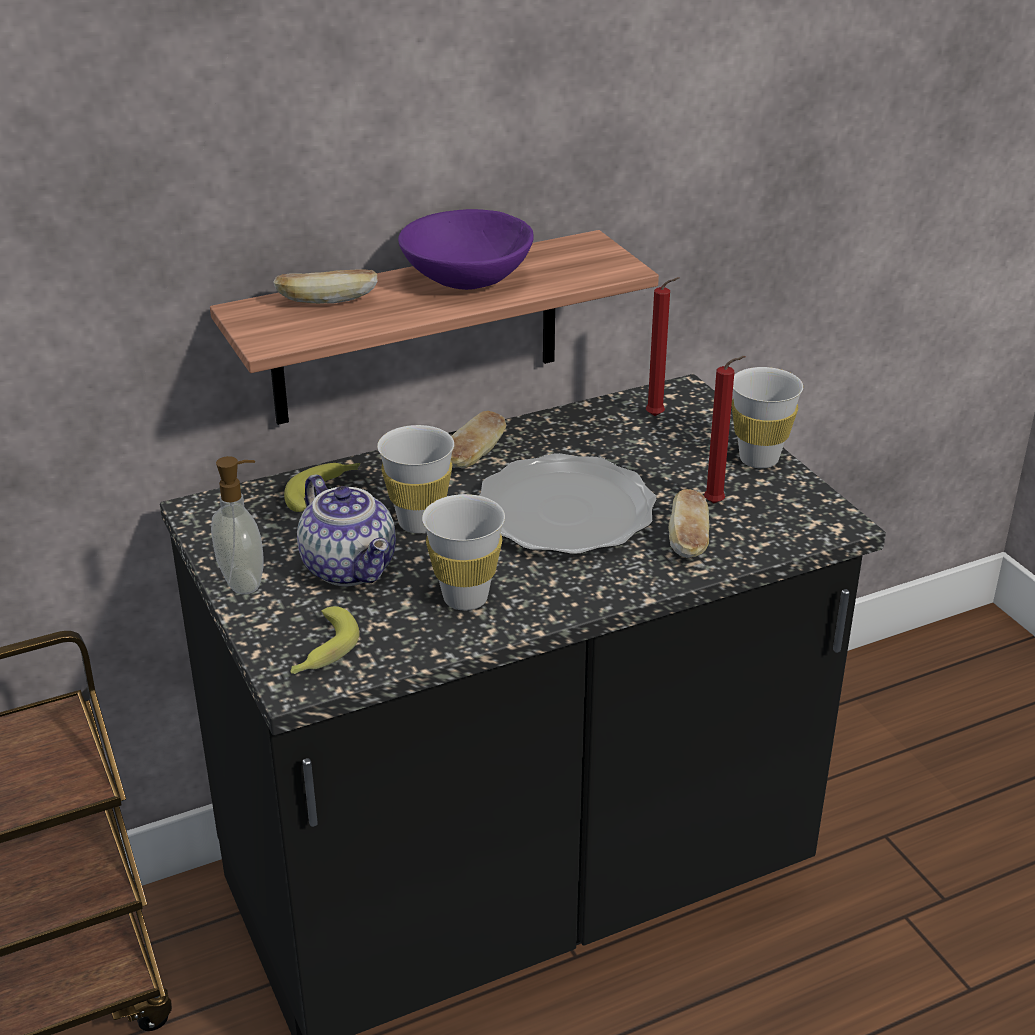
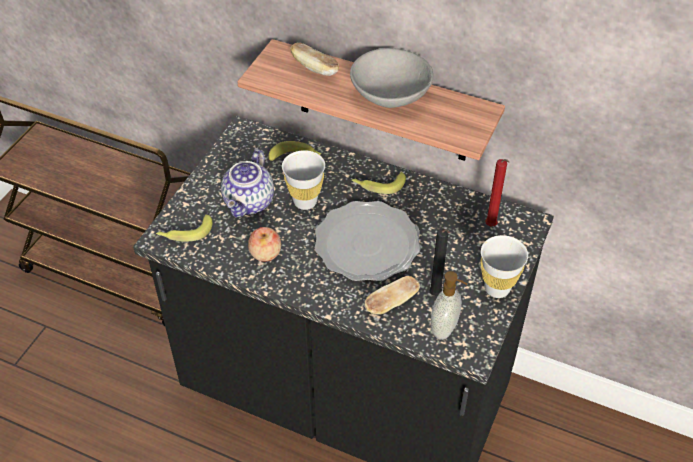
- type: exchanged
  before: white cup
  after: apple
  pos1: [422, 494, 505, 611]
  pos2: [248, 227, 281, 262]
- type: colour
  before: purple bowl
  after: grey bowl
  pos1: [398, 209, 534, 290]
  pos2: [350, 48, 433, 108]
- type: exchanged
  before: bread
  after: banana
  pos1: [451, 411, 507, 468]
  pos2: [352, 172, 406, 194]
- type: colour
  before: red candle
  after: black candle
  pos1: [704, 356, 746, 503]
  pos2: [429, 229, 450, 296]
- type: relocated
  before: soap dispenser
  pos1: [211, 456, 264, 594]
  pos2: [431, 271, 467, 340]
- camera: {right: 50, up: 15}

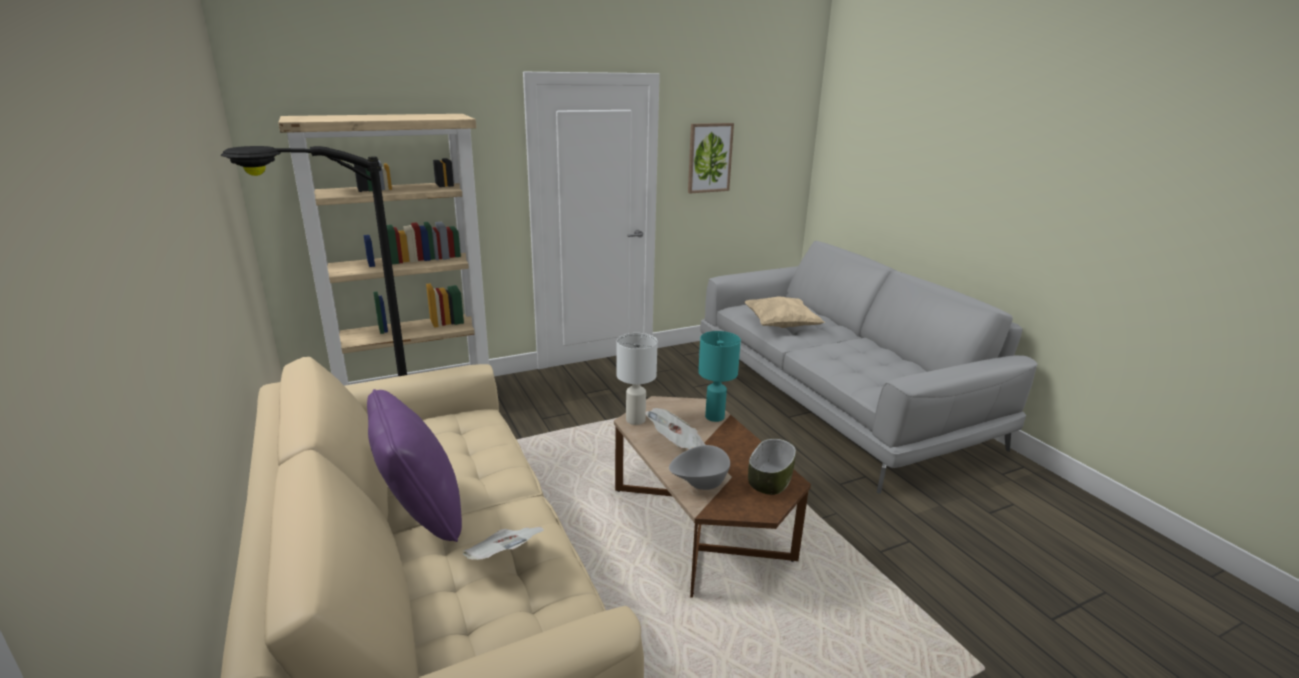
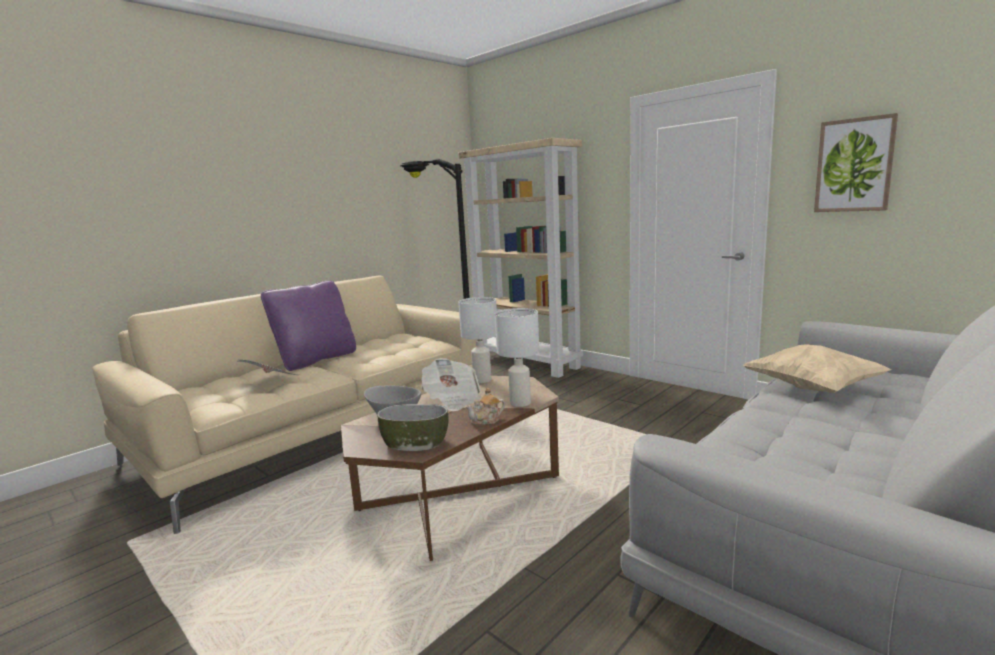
- type: appeared
  after: teapot
  pos2: [466, 388, 505, 425]
- type: colour
  before: turquoise table lamp
  after: white table lamp
  pos1: [698, 331, 741, 422]
  pos2: [495, 308, 539, 407]
- camera: {right: 70, up: -10}

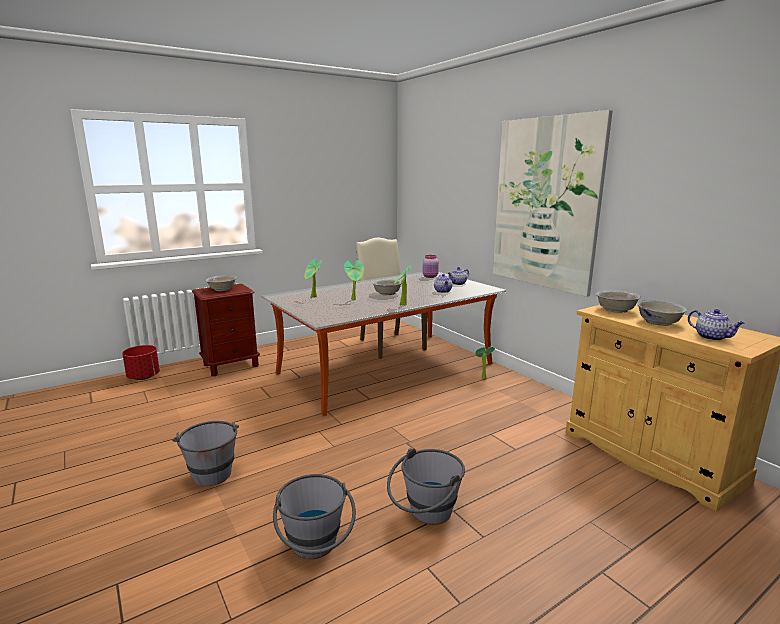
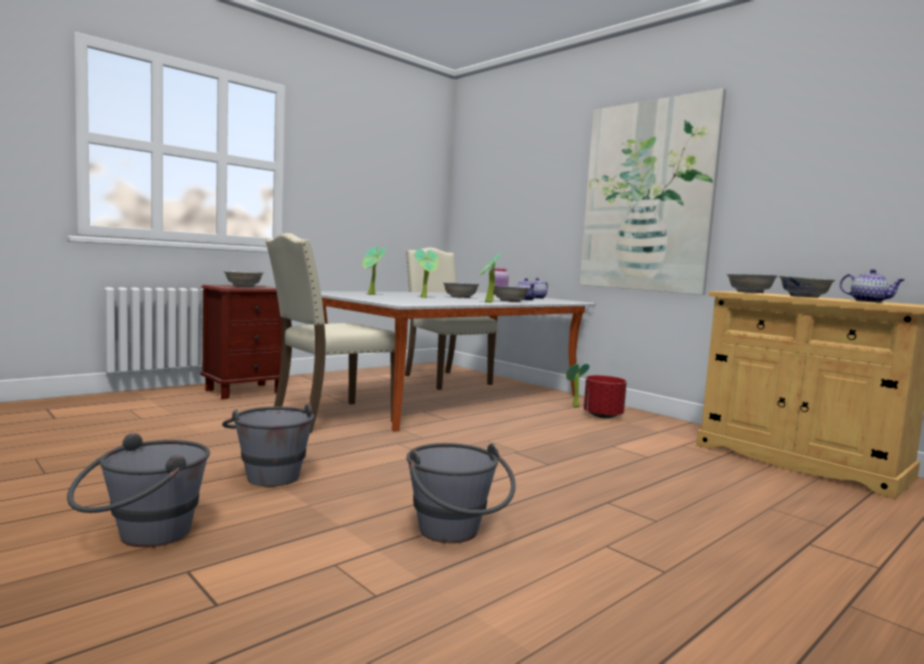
- type: relocated
  before: grey bucket
  pos1: [387, 448, 465, 525]
  pos2: [67, 433, 210, 547]
- type: appeared
  after: beige chair
  pos2: [265, 233, 395, 433]
- type: appeared
  after: white bowl
  pos2: [494, 286, 530, 302]
- type: relocated
  before: red planter
  pos1: [122, 345, 160, 380]
  pos2: [584, 375, 627, 418]
- camera: {right: -10, up: -10}

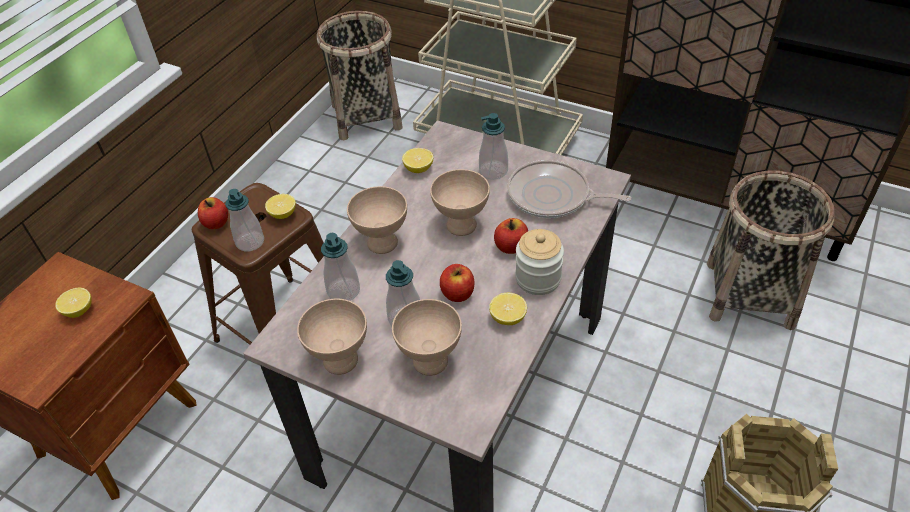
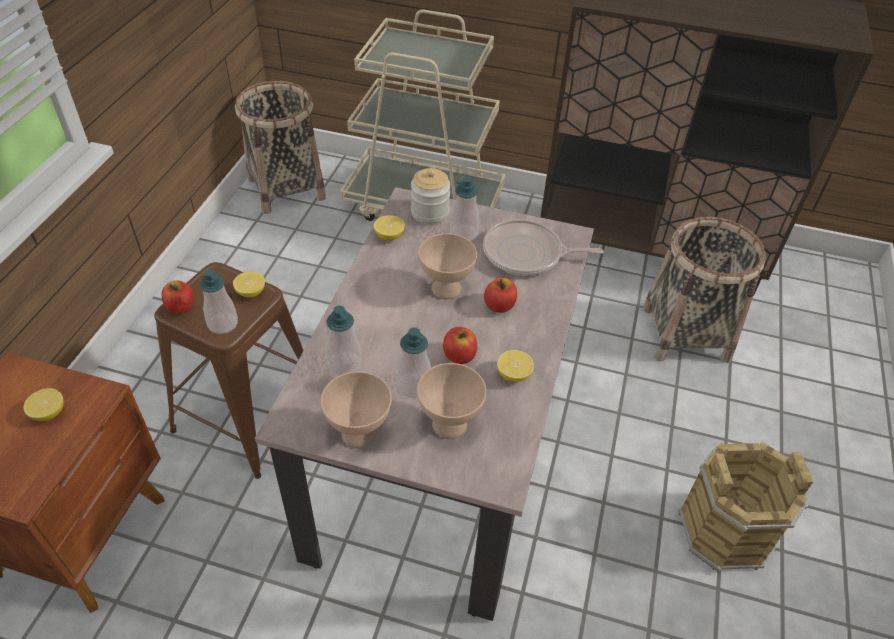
- type: relocated
  before: jar
  pos1: [515, 229, 564, 295]
  pos2: [411, 168, 451, 224]
- type: missing
  before: beige bowl
  pos1: [347, 186, 407, 254]
- camera: {right: -15, up: 0}

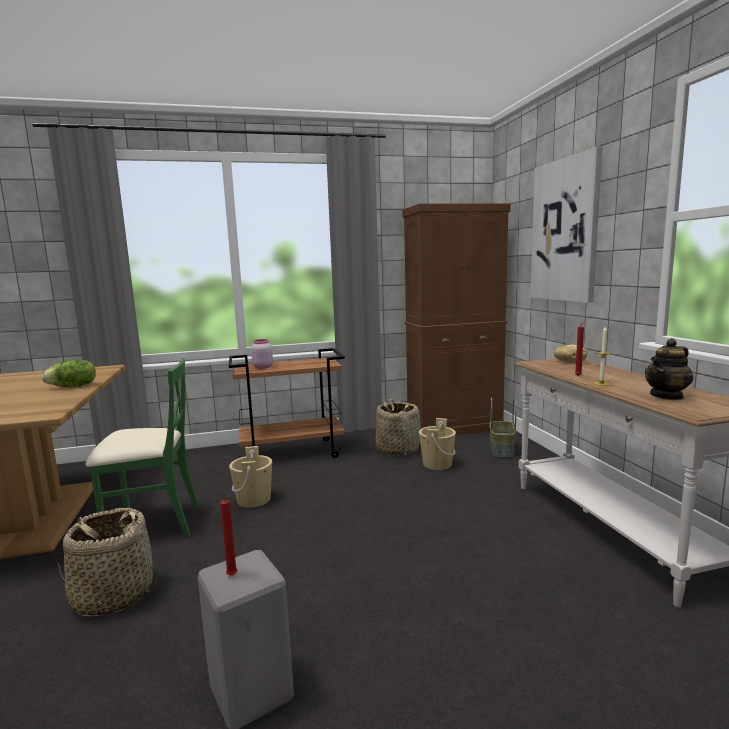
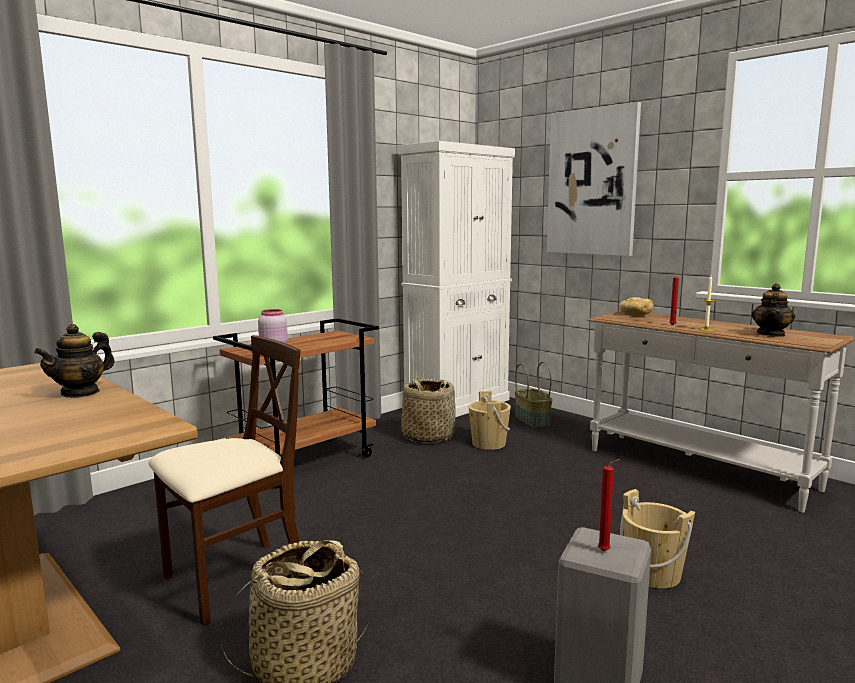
- type: exchanged
  before: lettuce
  after: teapot
  pos1: [41, 360, 96, 387]
  pos2: [34, 324, 115, 398]
- type: colour
  before: green chair
  after: beige chair
  pos1: [85, 358, 199, 537]
  pos2: [148, 335, 301, 627]
- type: colour
  before: brown cabinet
  after: white cabinet
  pos1: [402, 203, 511, 435]
  pos2: [399, 141, 515, 417]
- type: relocated
  before: beige bucket
  pos1: [229, 446, 272, 508]
  pos2: [620, 489, 695, 588]
- camera: {right: -30, up: 0}

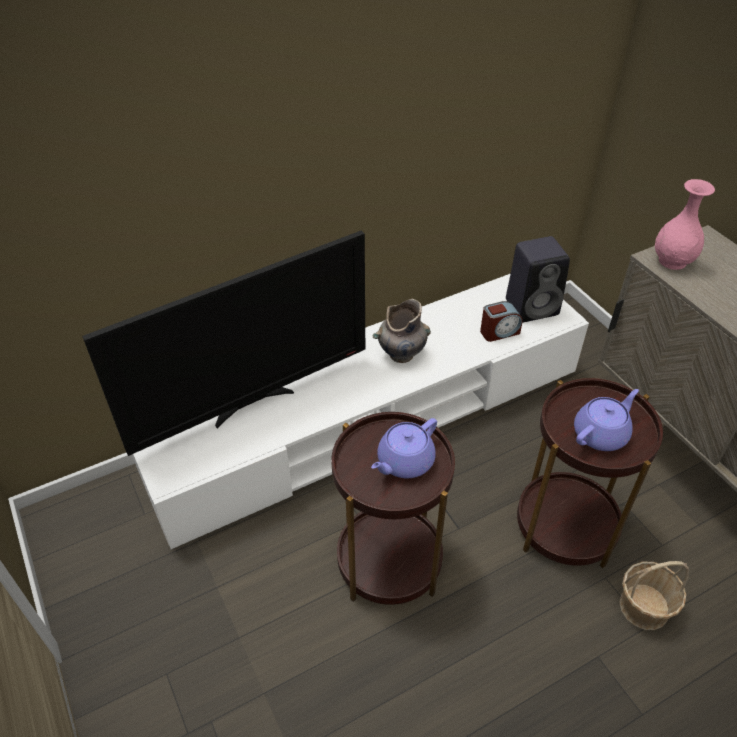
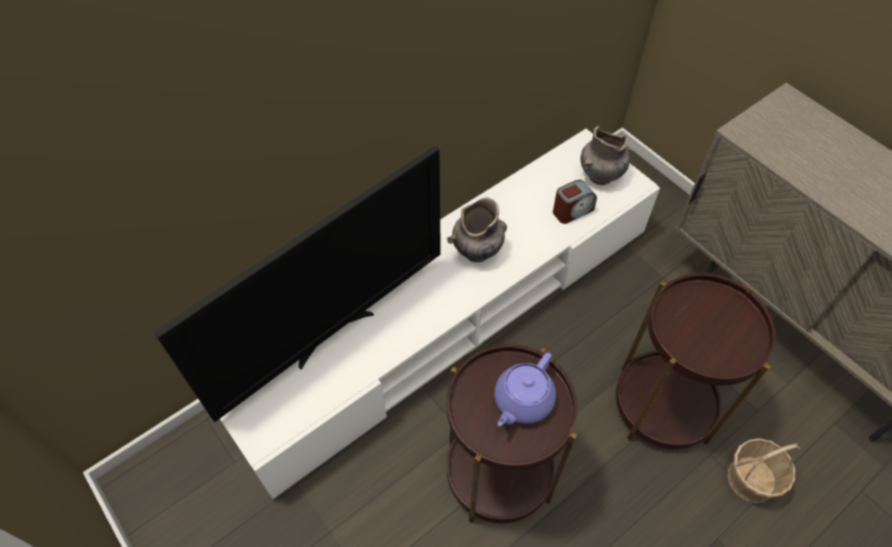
- type: exchanged
  before: black speaker
  after: grey vase
  pos1: [506, 236, 570, 322]
  pos2: [580, 126, 631, 185]
- type: missing
  before: purple teapot
  pos1: [574, 389, 639, 451]
- type: missing
  before: pink vase
  pos1: [655, 179, 715, 270]
- camera: {right: -10, up: 10}

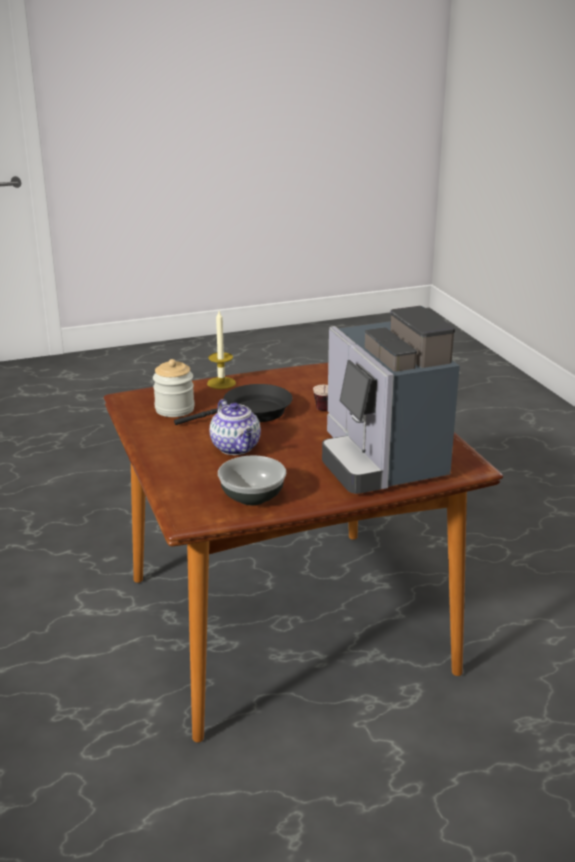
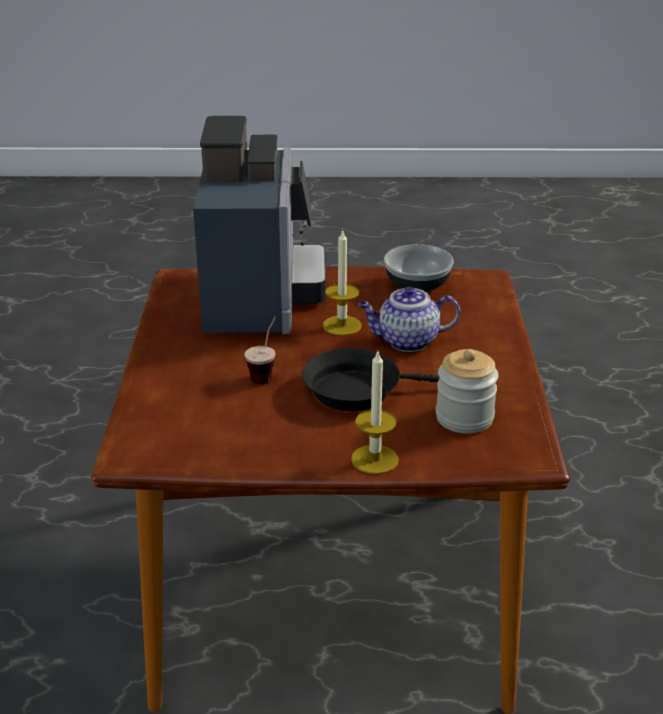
- type: appeared
  after: candle
  pos2: [322, 229, 362, 336]
- type: spun
  before: teapot
  pos1: [210, 399, 261, 455]
  pos2: [358, 287, 460, 352]
  turn: -90
- camera: {right: -160, up: 5}

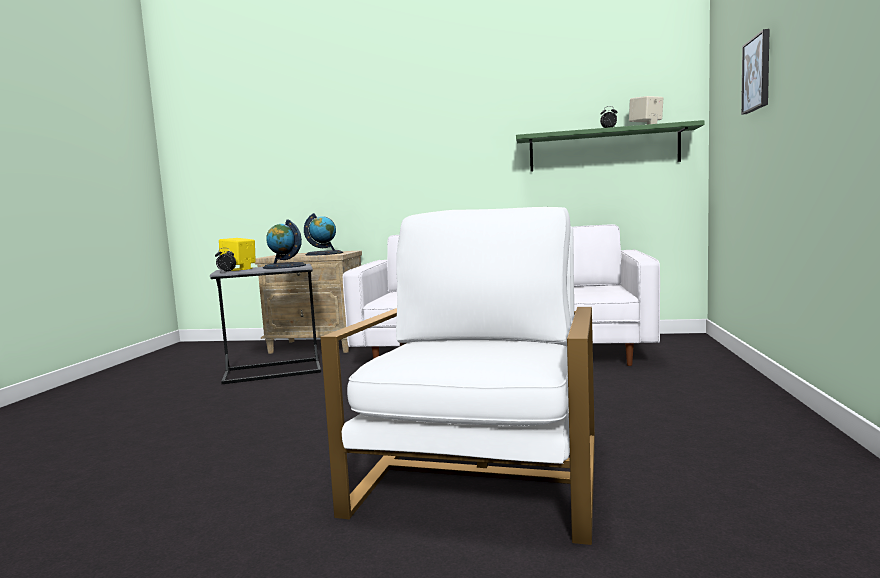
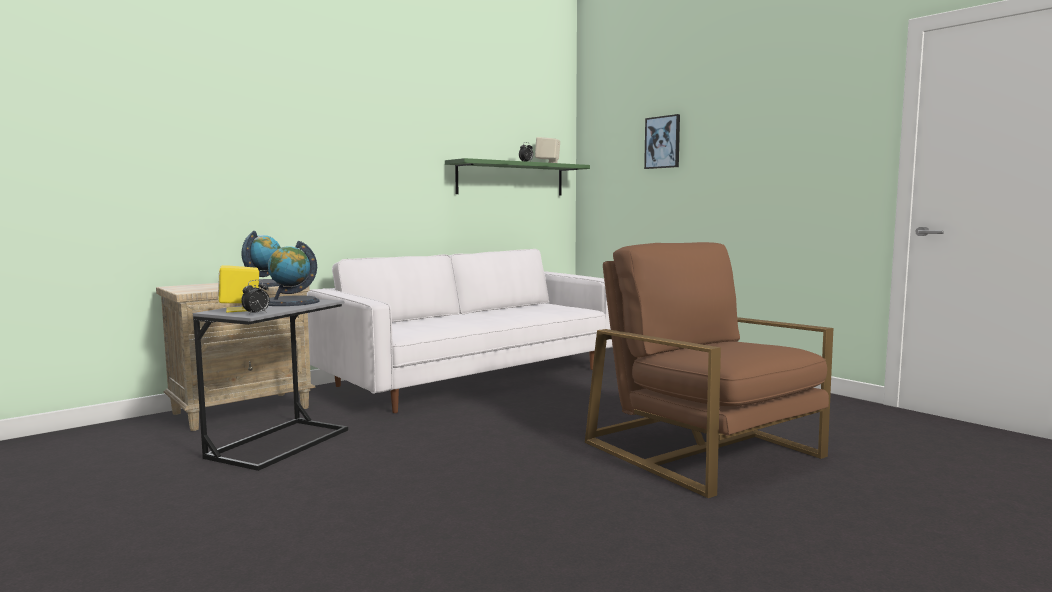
- type: colour
  before: white armchair
  after: brown armchair
  pos1: [320, 207, 595, 545]
  pos2: [585, 242, 833, 498]
- camera: {right: -50, up: 0}

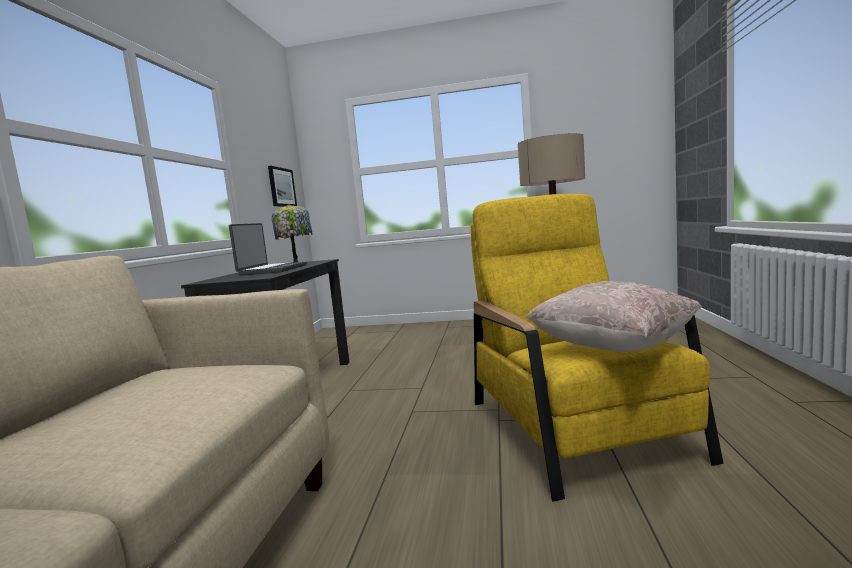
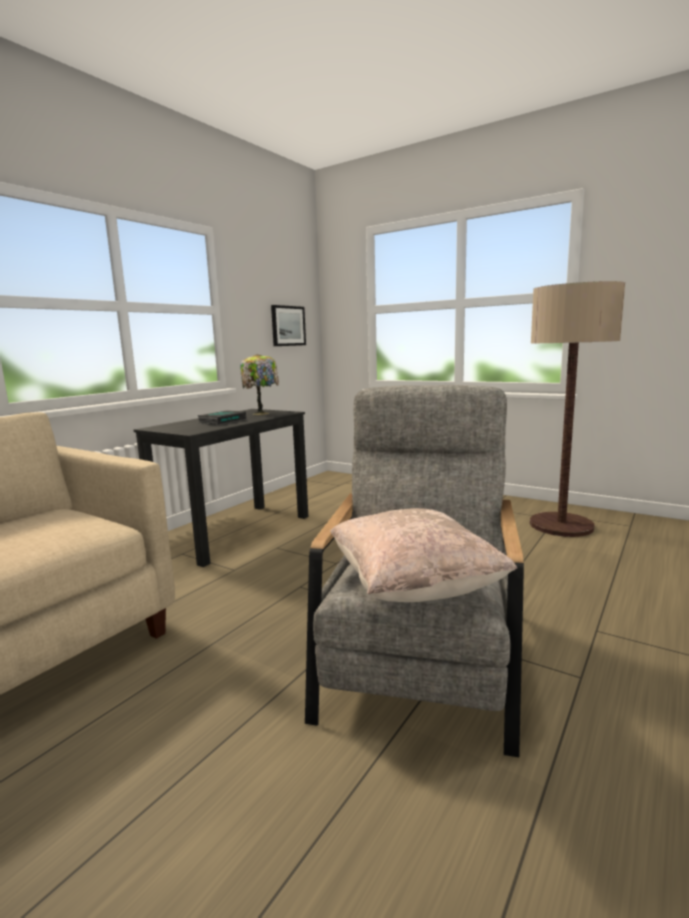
- type: exchanged
  before: laptop
  after: book
  pos1: [229, 223, 307, 276]
  pos2: [198, 410, 246, 425]
- type: colour
  before: yellow armchair
  after: grey armchair
  pos1: [471, 194, 724, 502]
  pos2: [305, 385, 524, 757]
- camera: {right: 25, up: 5}

